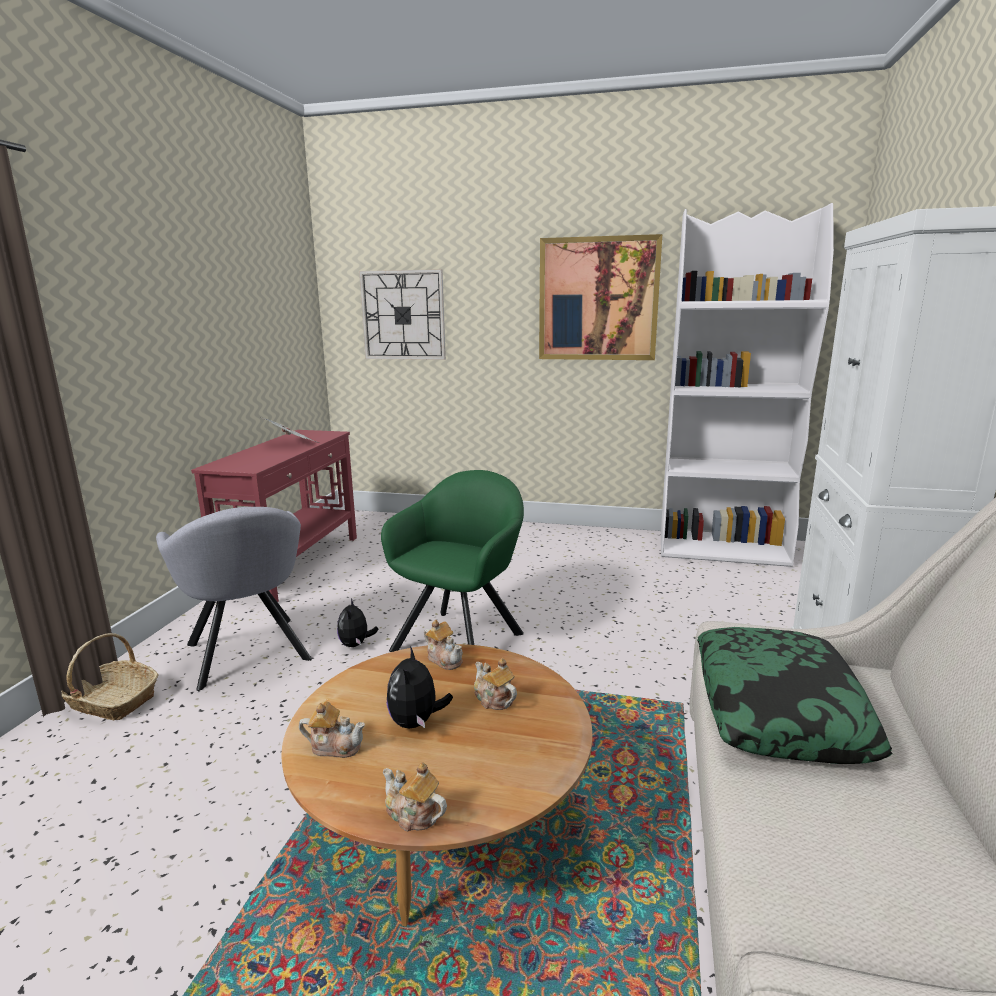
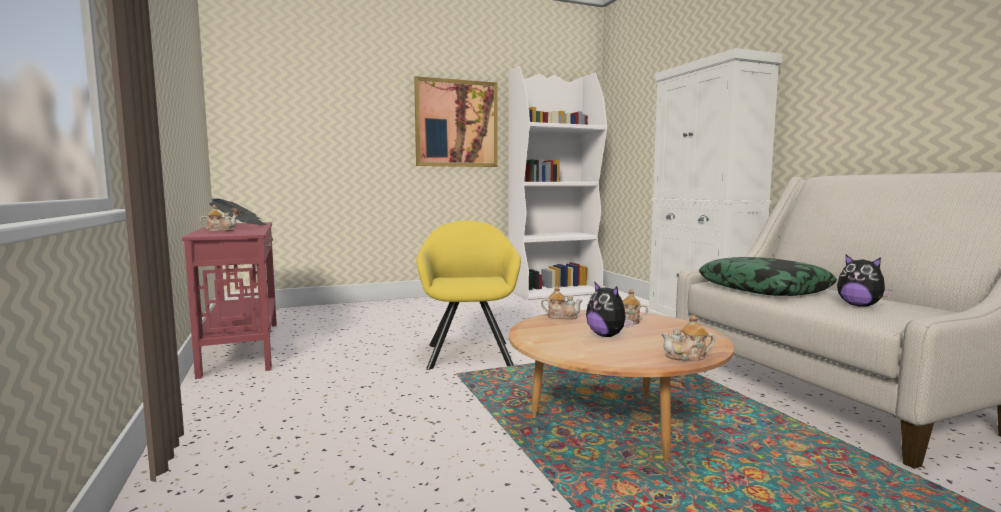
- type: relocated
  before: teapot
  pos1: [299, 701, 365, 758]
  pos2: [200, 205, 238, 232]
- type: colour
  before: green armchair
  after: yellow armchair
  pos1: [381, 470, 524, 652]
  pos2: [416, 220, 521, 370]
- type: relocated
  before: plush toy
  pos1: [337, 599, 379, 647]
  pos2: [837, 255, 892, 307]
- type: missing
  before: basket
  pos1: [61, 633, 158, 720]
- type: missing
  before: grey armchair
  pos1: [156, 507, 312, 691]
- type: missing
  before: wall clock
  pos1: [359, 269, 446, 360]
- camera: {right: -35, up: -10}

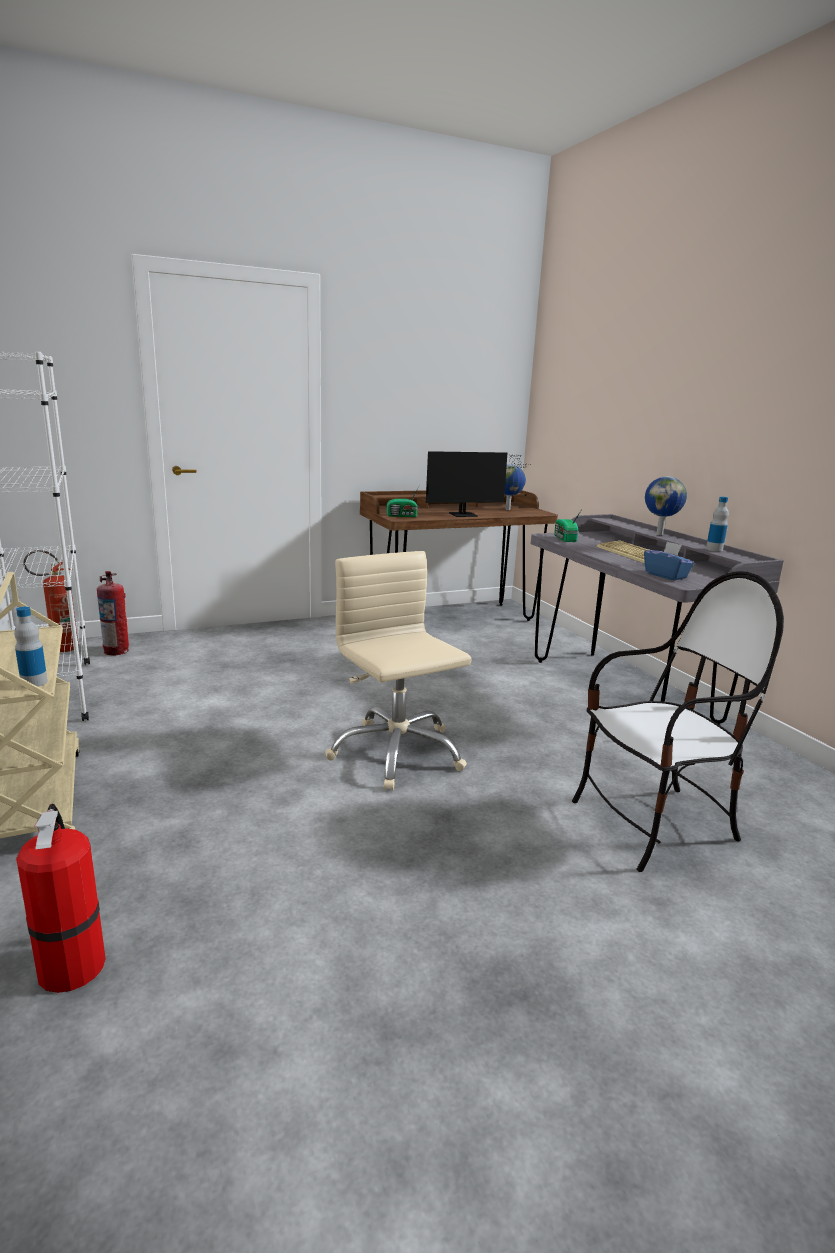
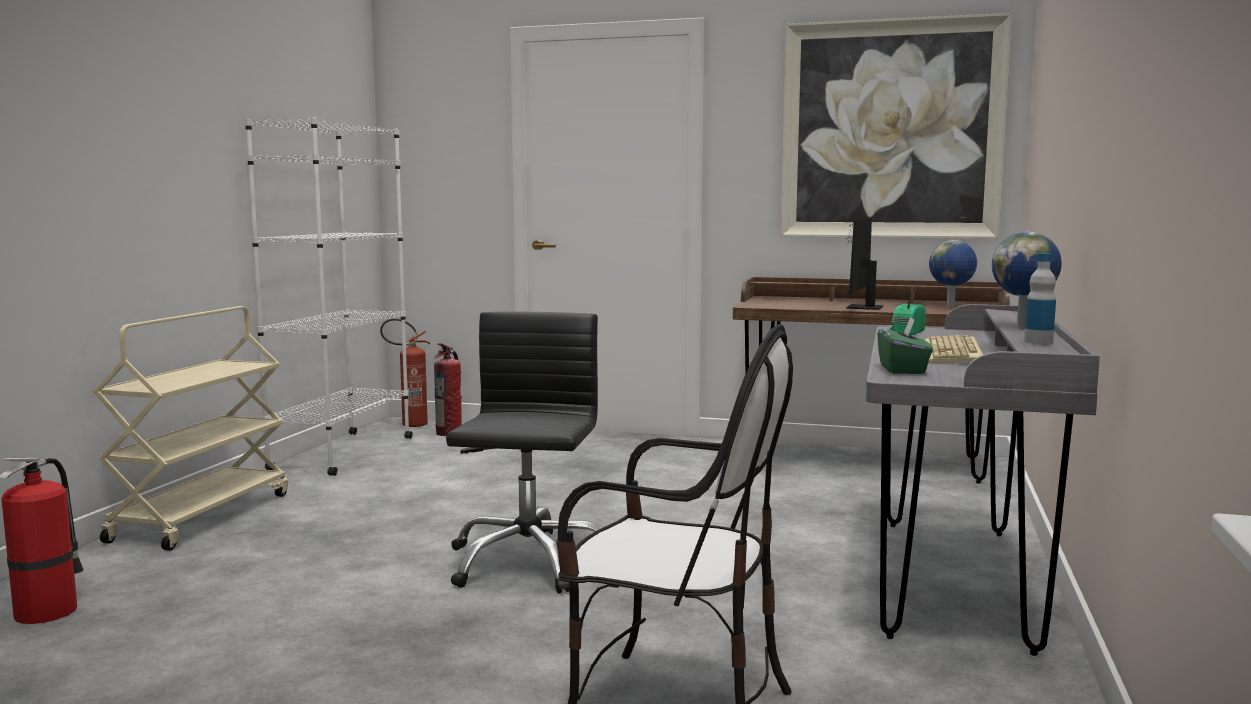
- type: colour
  before: beige office chair
  after: black office chair
  pos1: [325, 551, 472, 790]
  pos2: [446, 311, 600, 594]
- type: appeared
  after: picture
  pos2: [780, 13, 1012, 239]
- type: spun
  before: monitor
  pos1: [426, 451, 526, 517]
  pos2: [846, 218, 883, 310]
  turn: 90
- type: colour
  before: blue tissue box
  after: green tissue box
  pos1: [644, 541, 694, 580]
  pos2: [877, 317, 933, 374]
- type: missing
  before: bottle
  pos1: [14, 607, 48, 687]
- type: missing
  before: radio
  pos1: [387, 488, 418, 517]
- camera: {right: 40, up: -10}

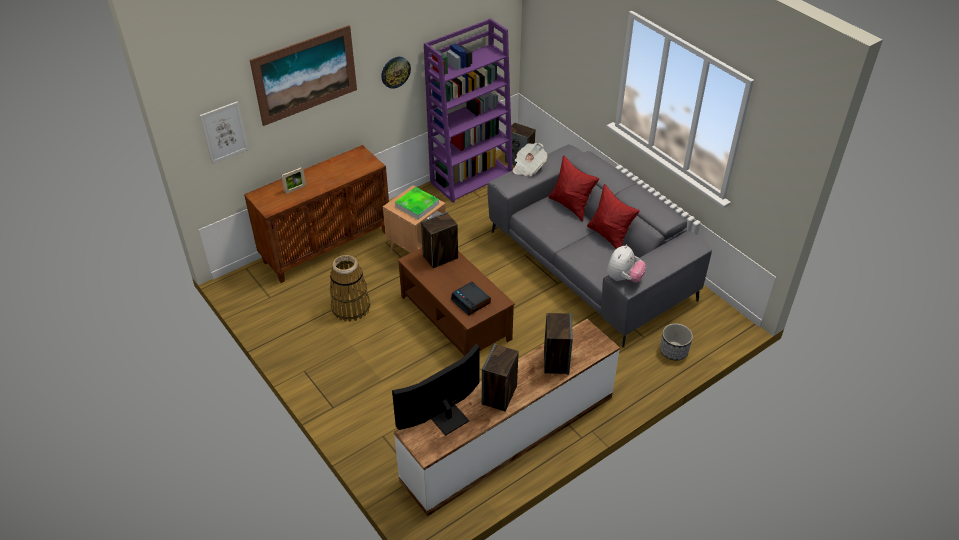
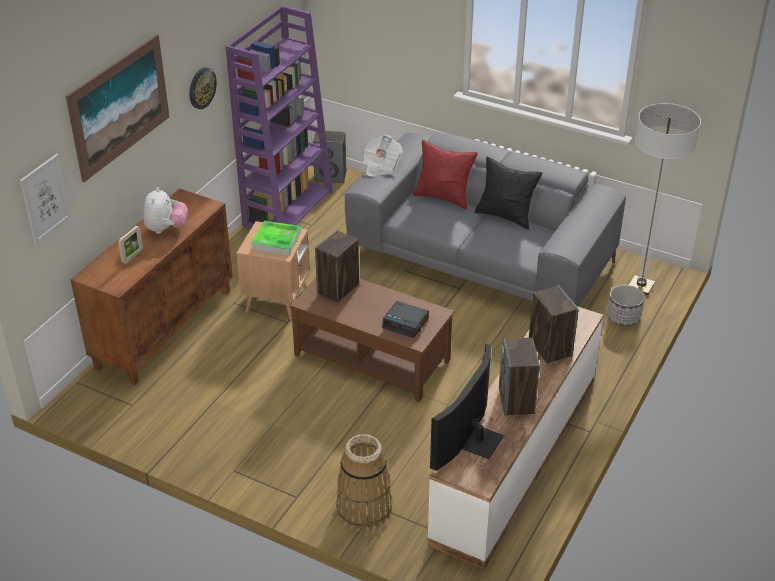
- type: relocated
  before: plush toy
  pos1: [607, 244, 646, 282]
  pos2: [143, 187, 188, 234]
- type: relocated
  before: basket
  pos1: [330, 255, 370, 322]
  pos2: [336, 434, 393, 530]
- type: colour
  before: red pillow
  after: black pillow
  pos1: [587, 184, 640, 249]
  pos2: [475, 157, 542, 230]
- type: appeared
  after: floor lamp
  pos2: [629, 103, 701, 295]
- camera: {right: -25, up: -5}

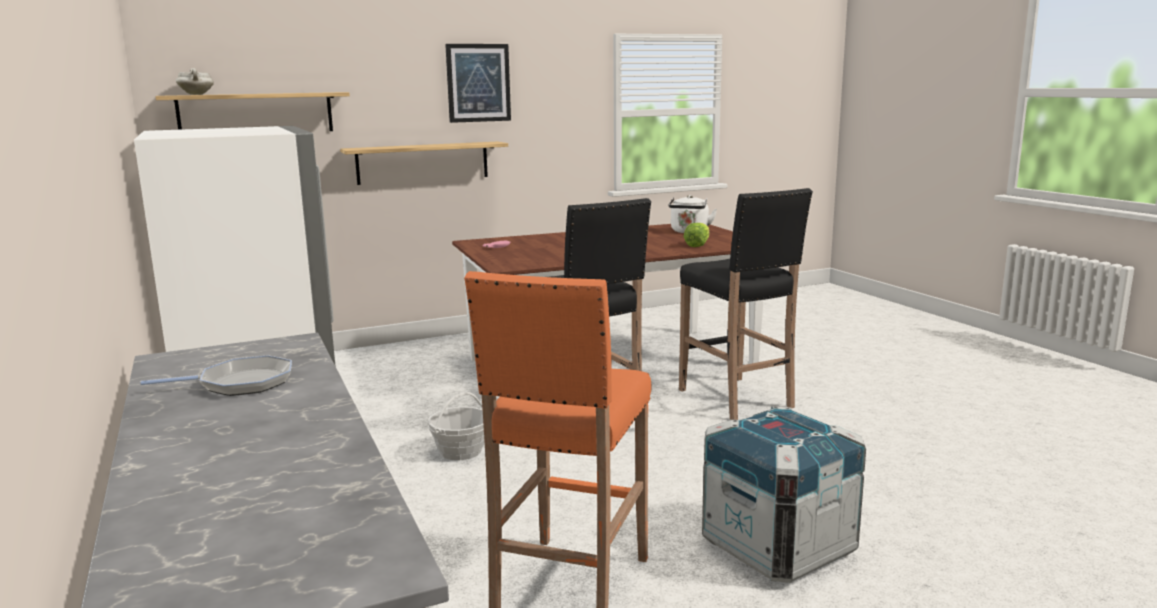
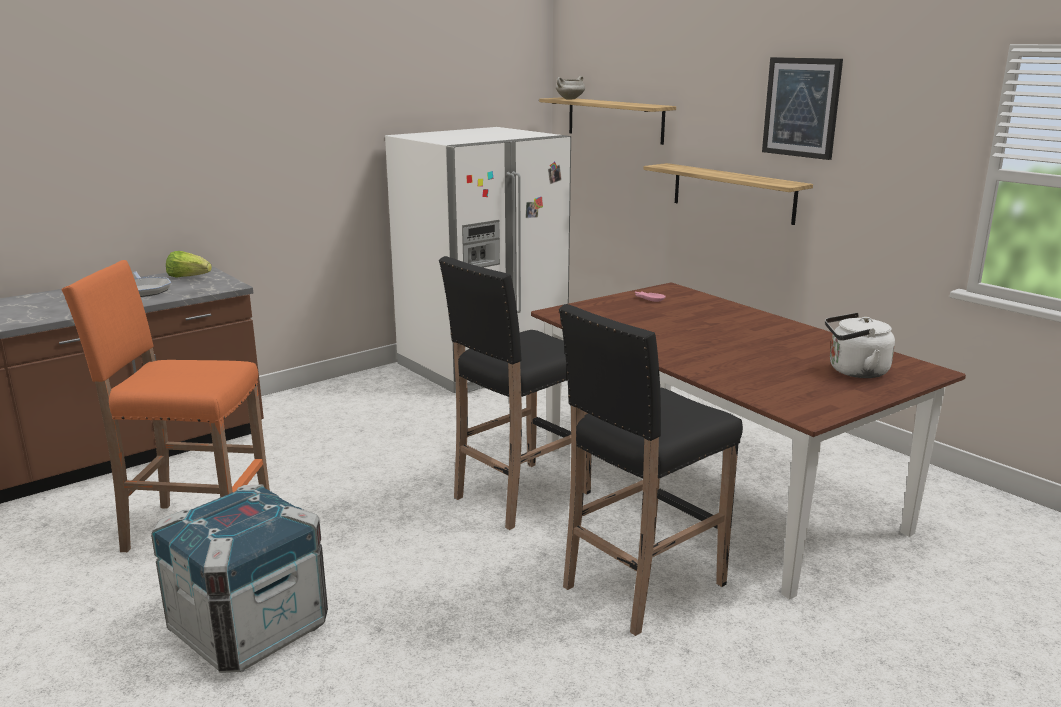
- type: relocated
  before: lettuce
  pos1: [683, 223, 710, 247]
  pos2: [166, 251, 212, 278]
- type: missing
  before: basket
  pos1: [428, 392, 485, 460]
- camera: {right: 75, up: 5}

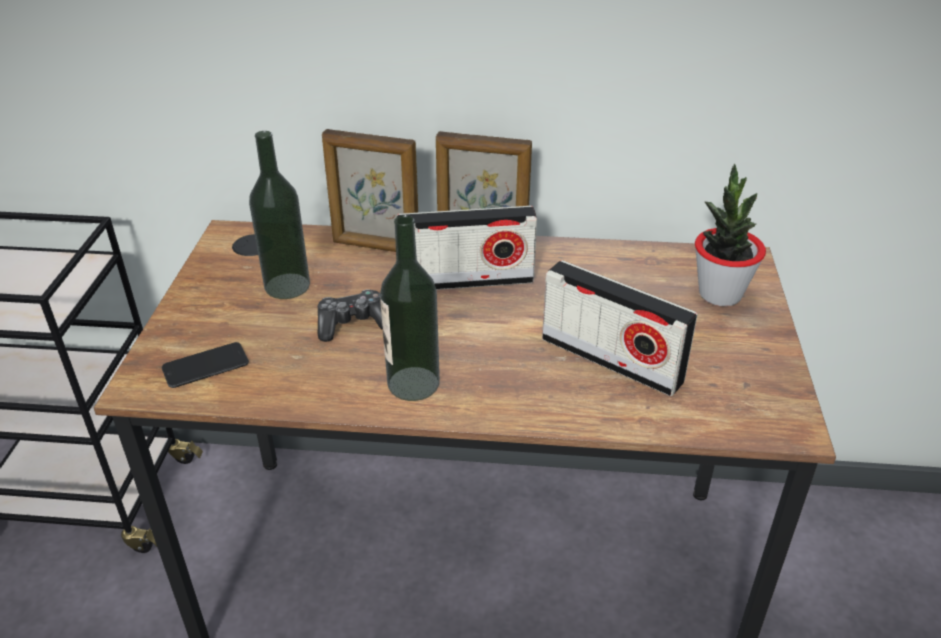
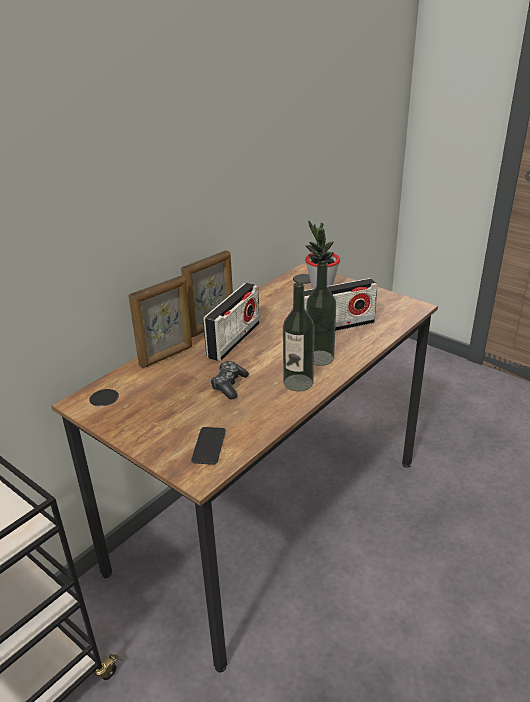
- type: relocated
  before: bottle
  pos1: [249, 131, 310, 299]
  pos2: [306, 261, 336, 366]
- camera: {right: -55, up: -5}

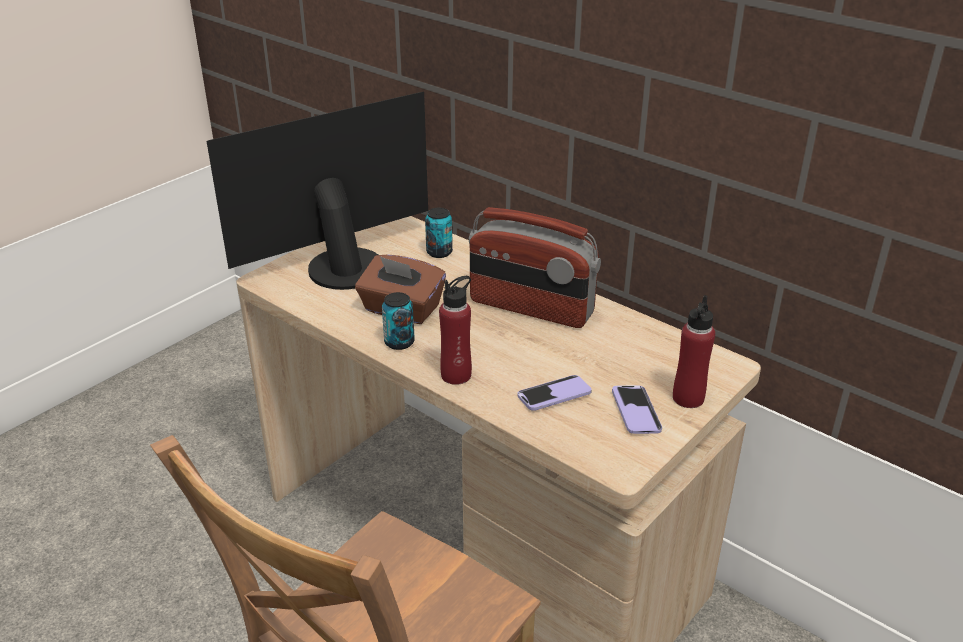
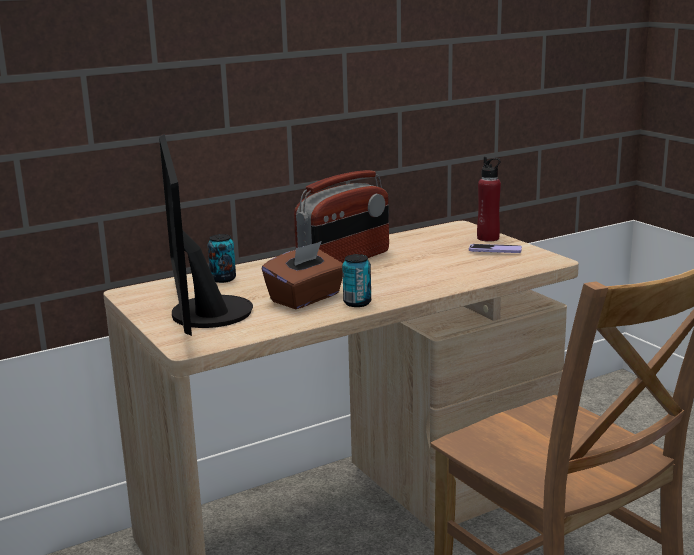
- type: missing
  before: red bottle
  pos1: [439, 276, 472, 385]
- type: missing
  before: phone
  pos1: [517, 375, 591, 411]
- camera: {right: -70, up: -15}

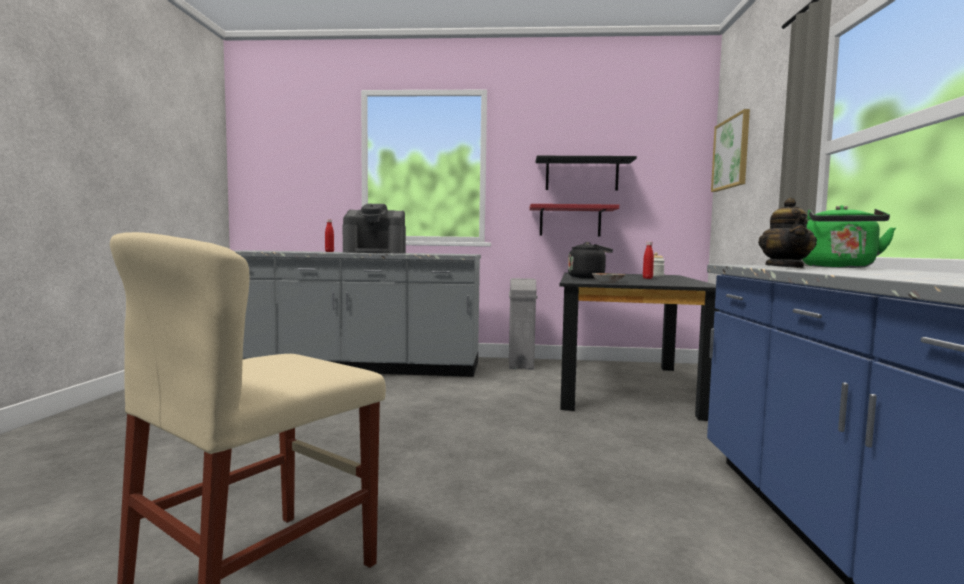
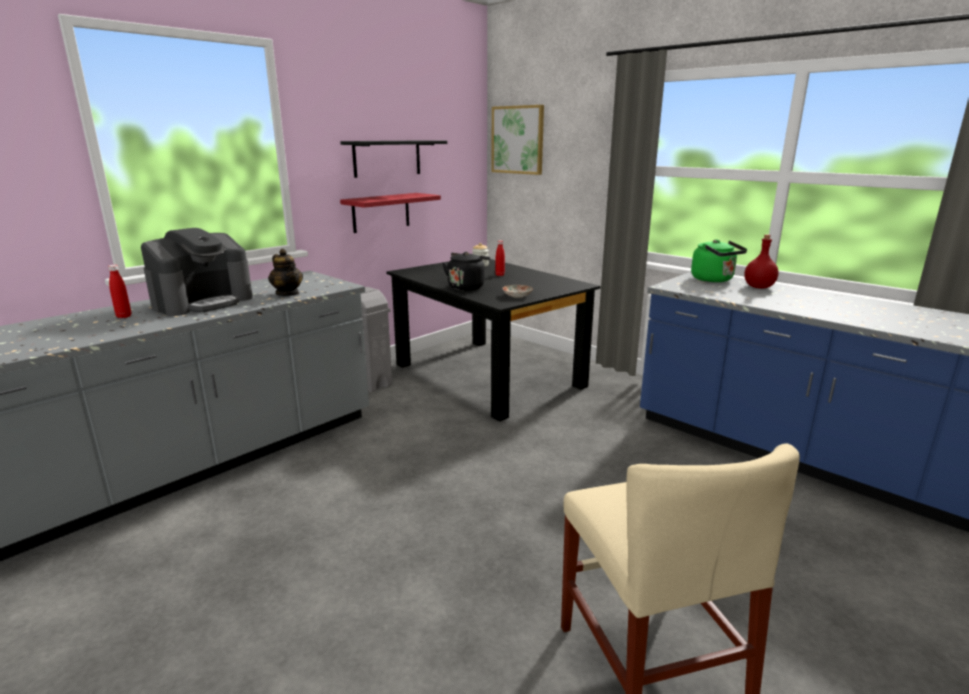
- type: relocated
  before: teapot
  pos1: [758, 198, 817, 268]
  pos2: [268, 249, 303, 296]
- type: appeared
  after: red bottle
  pos2: [744, 234, 779, 288]
- camera: {right: -50, up: 15}

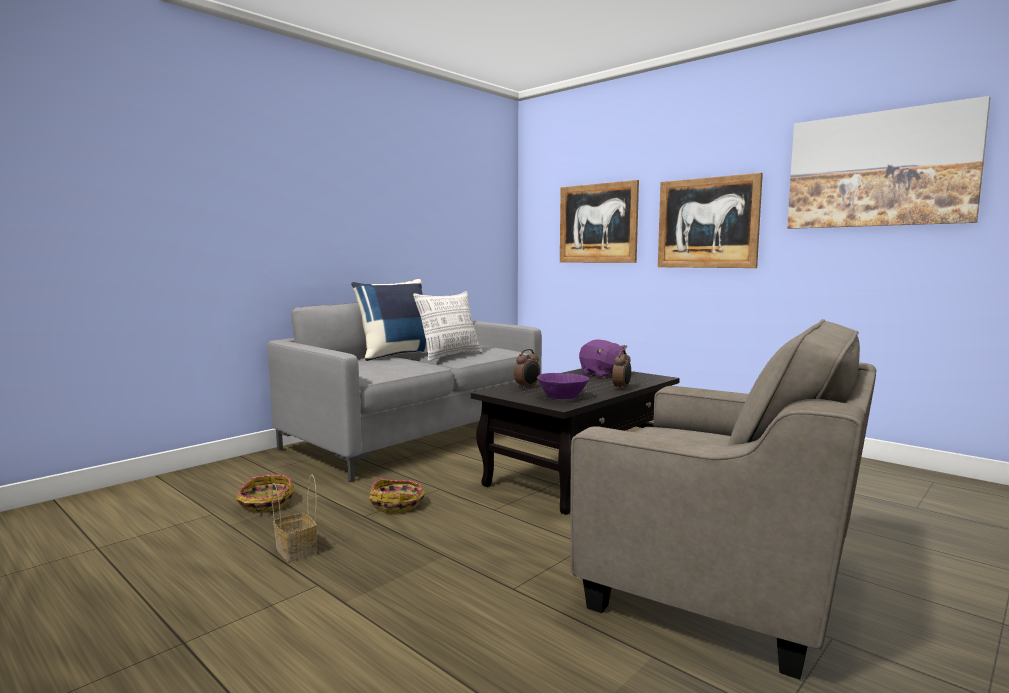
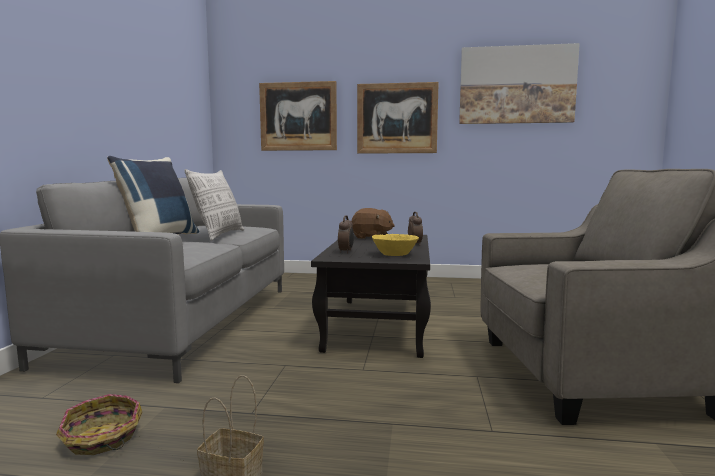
- type: colour
  before: purple plush toy
  after: brown plush toy
  pos1: [579, 339, 627, 378]
  pos2: [351, 208, 395, 239]
- type: colour
  before: purple bowl
  after: yellow bowl
  pos1: [537, 373, 589, 399]
  pos2: [372, 234, 419, 256]
- type: missing
  before: basket
  pos1: [369, 478, 426, 513]
- camera: {right: -35, up: 0}

